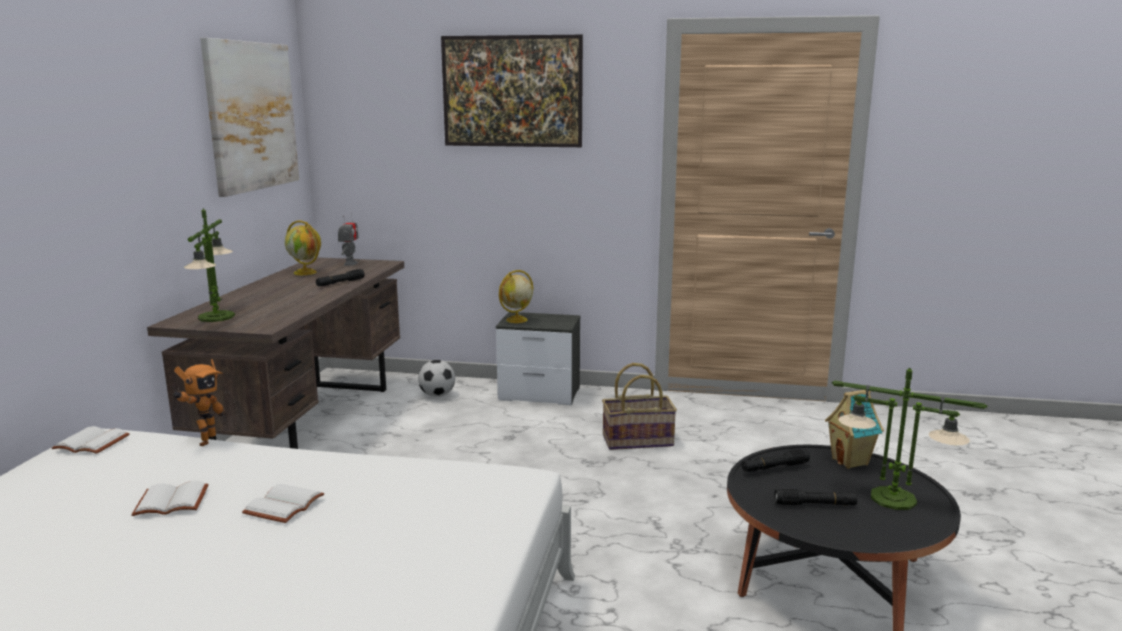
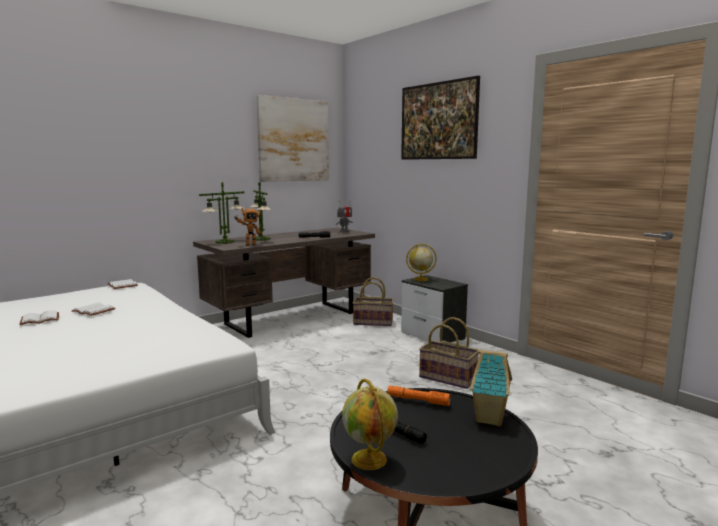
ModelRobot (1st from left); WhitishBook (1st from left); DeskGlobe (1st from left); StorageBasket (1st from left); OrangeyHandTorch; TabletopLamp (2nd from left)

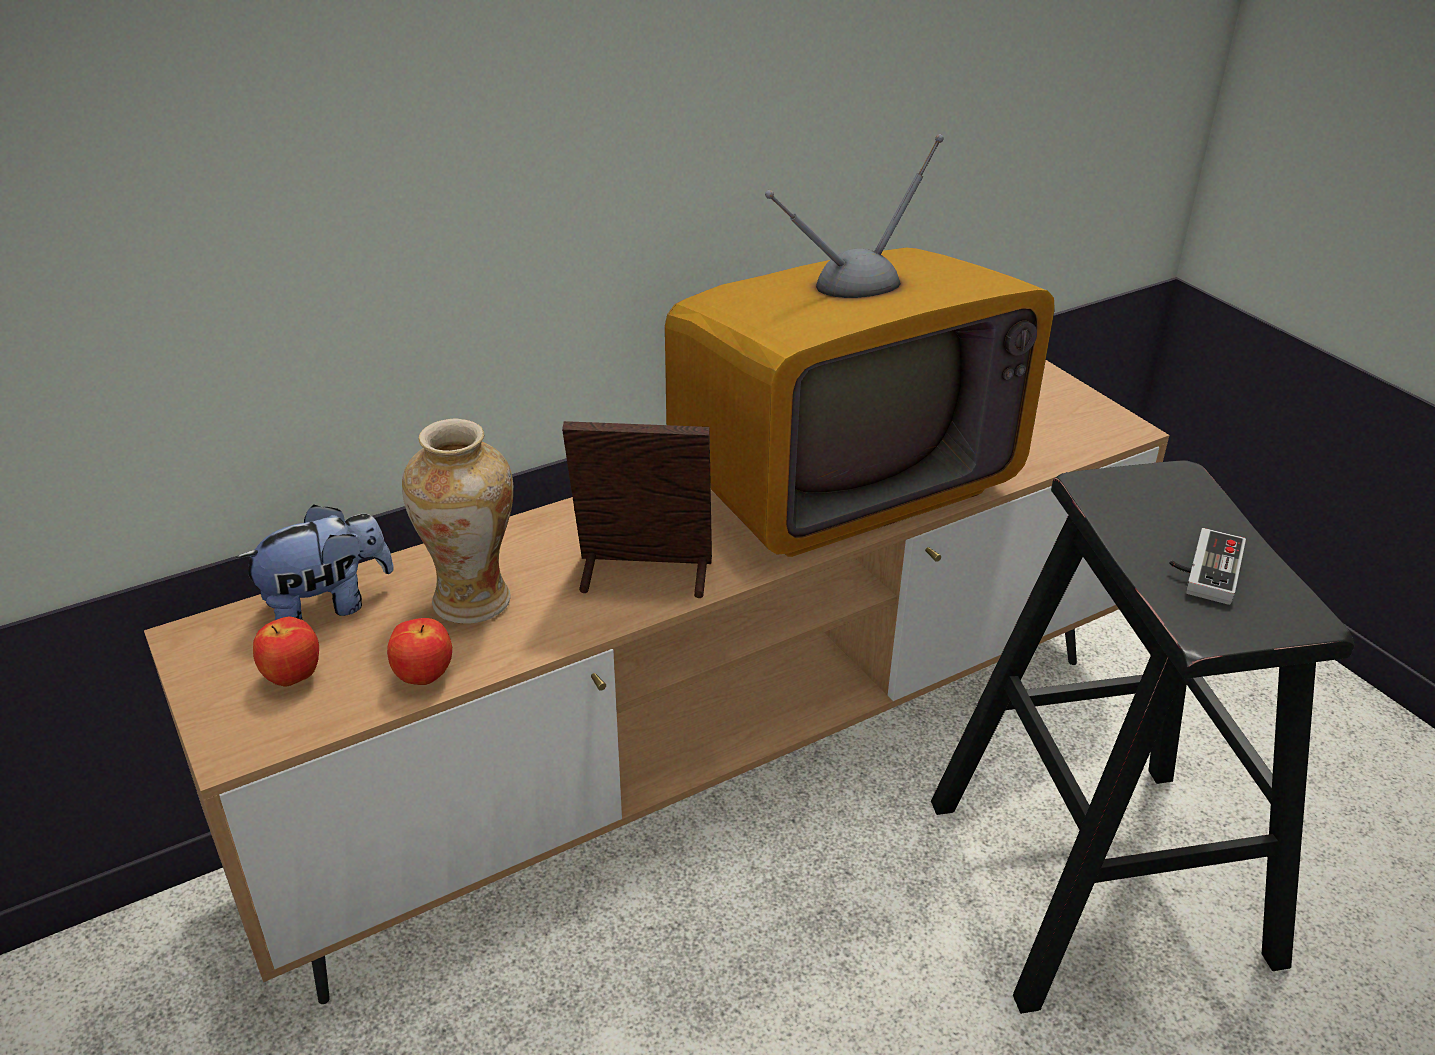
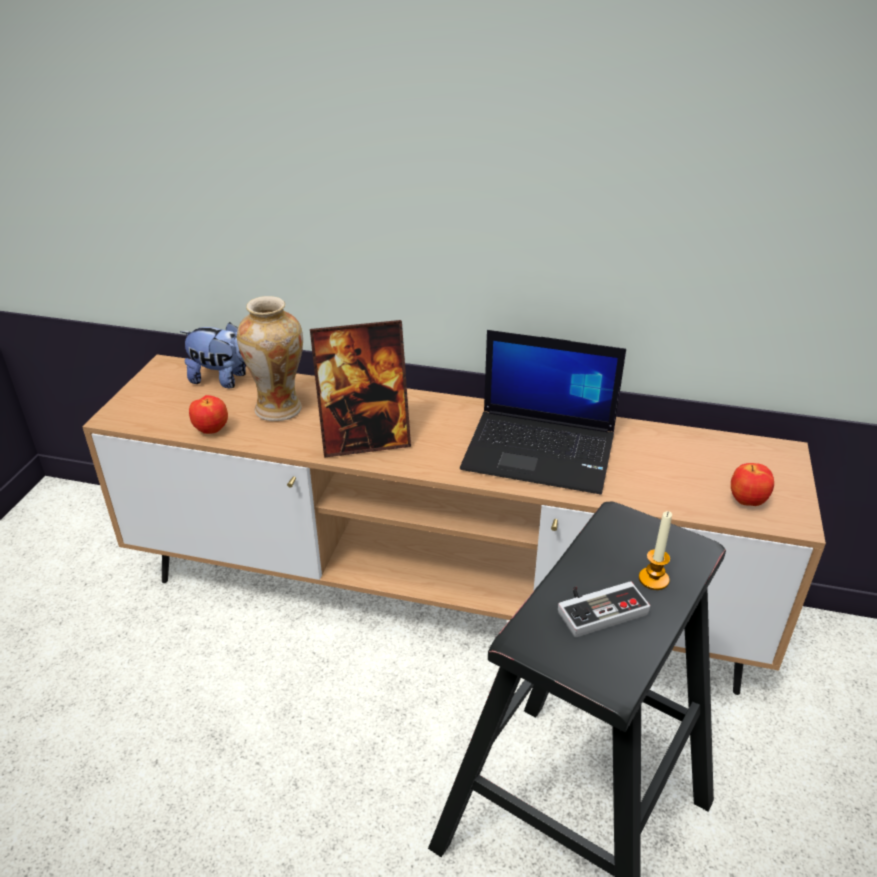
AppleFruit (2nd from left); PhotoFrame; NotebookComputer; Candle

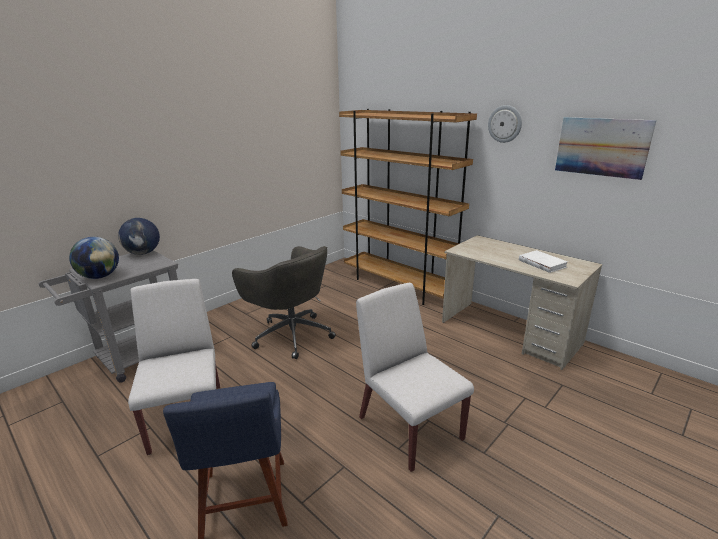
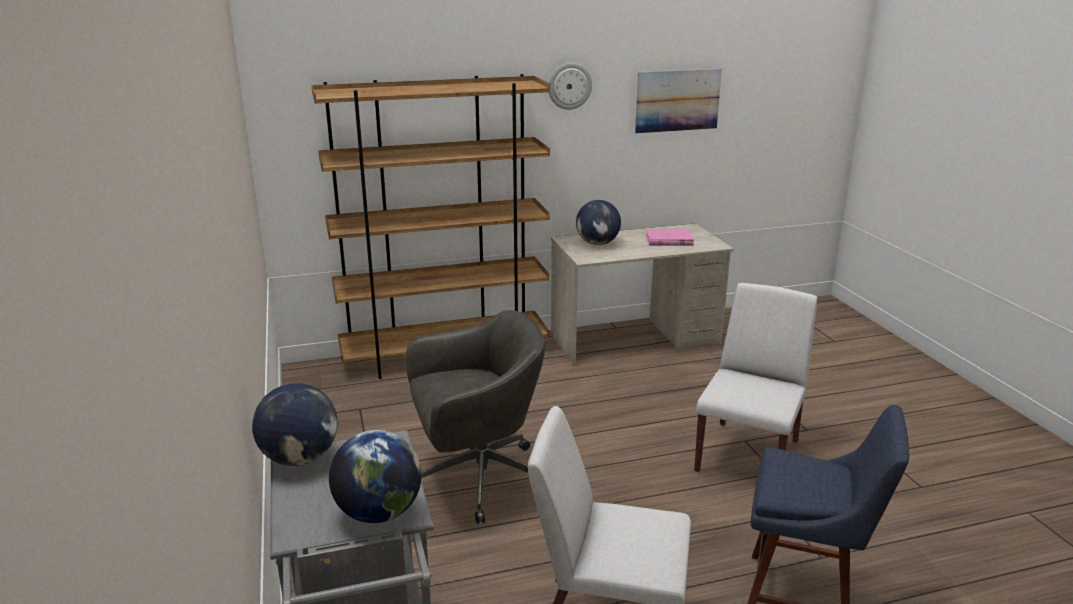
WhitishChair (2nd from left); PinkishBook; DeskGlobe (3rd from left)

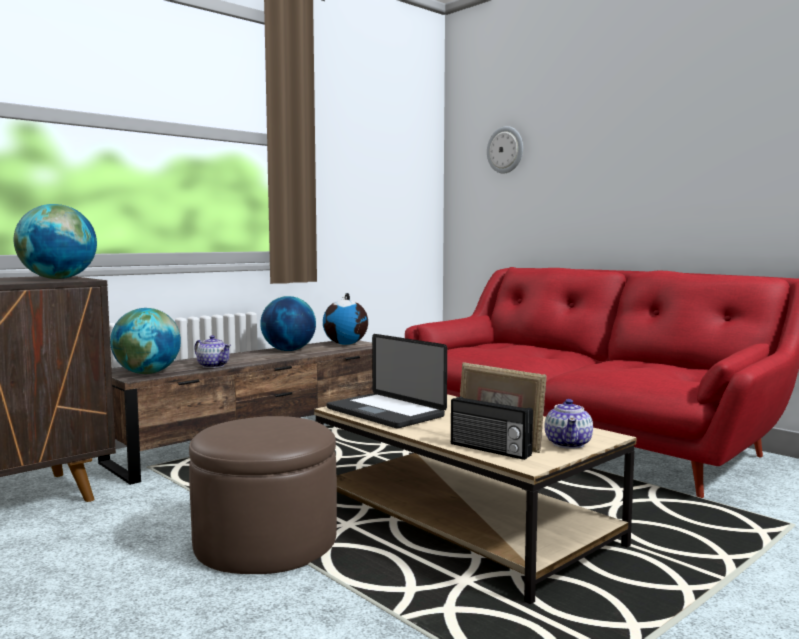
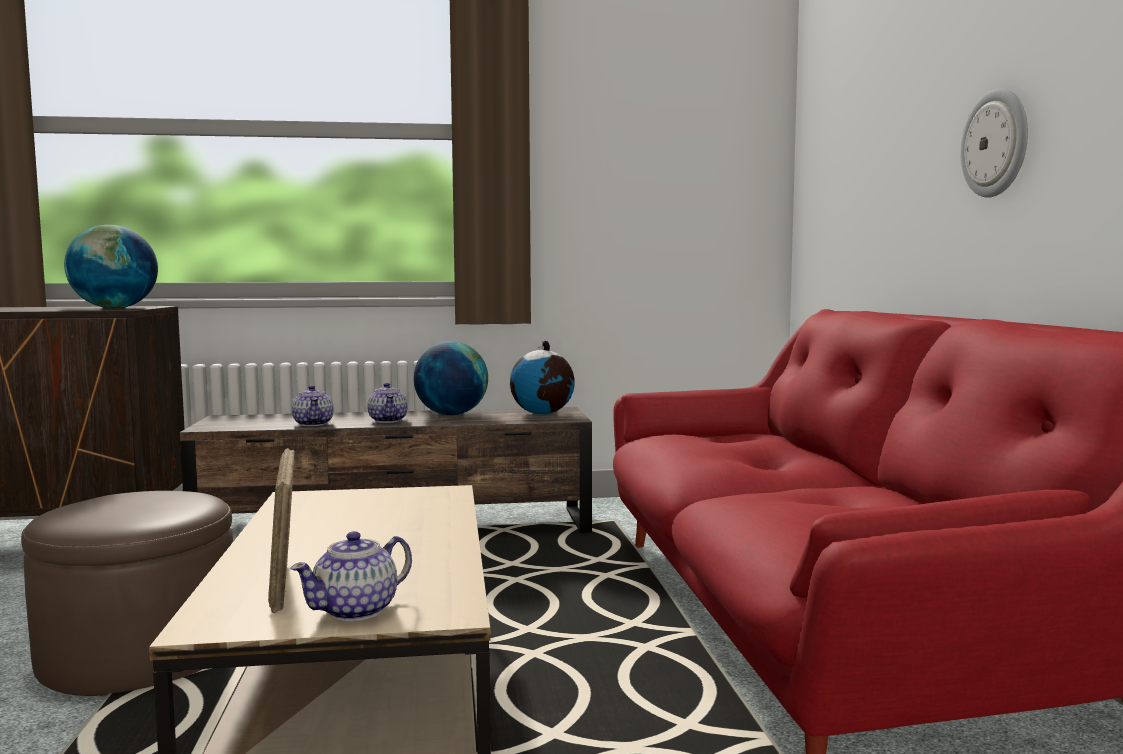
DeskGlobe (2nd from left in the first image); NotebookComputer; RadioSet; ClockOnTheWall; TeaPot (3rd from left)

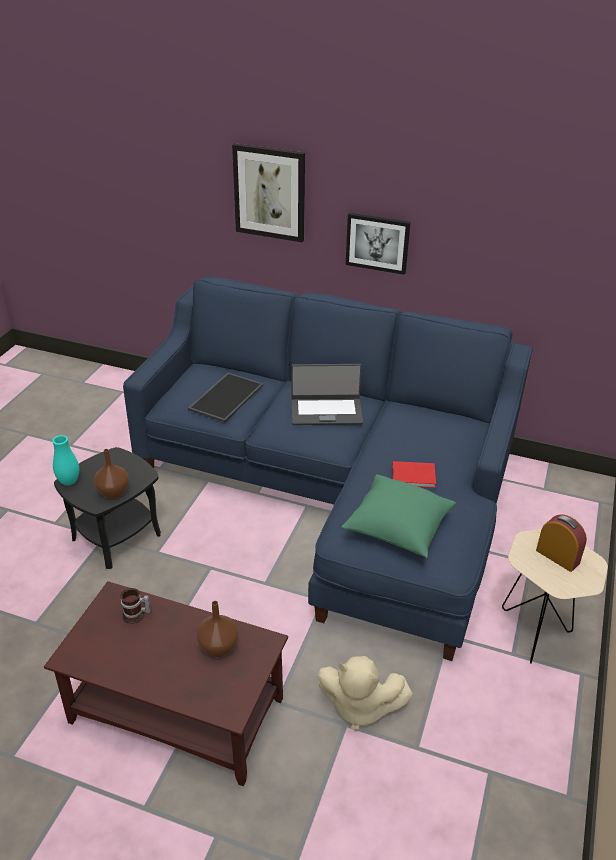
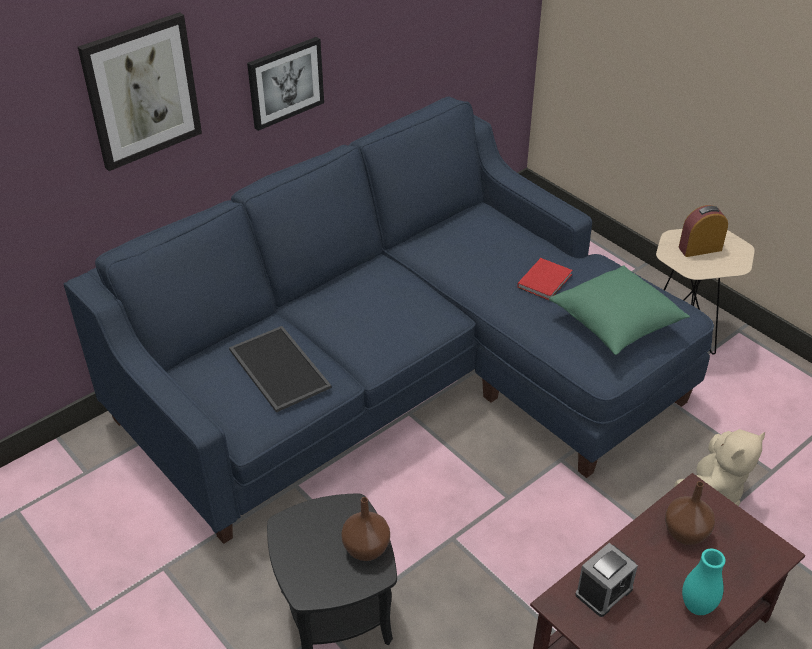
BlueGreenDecorativeVase; AlarmClock (1st from left); NotebookComputer

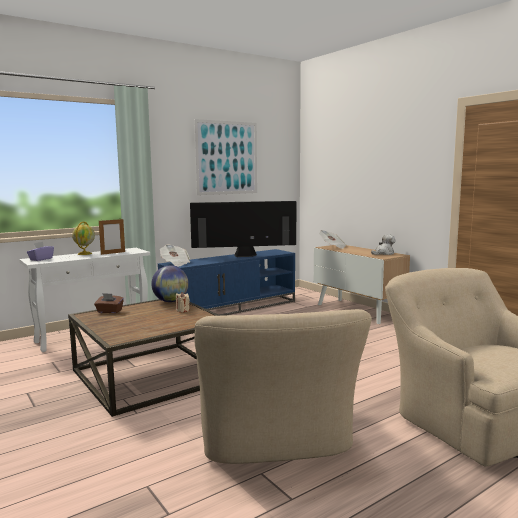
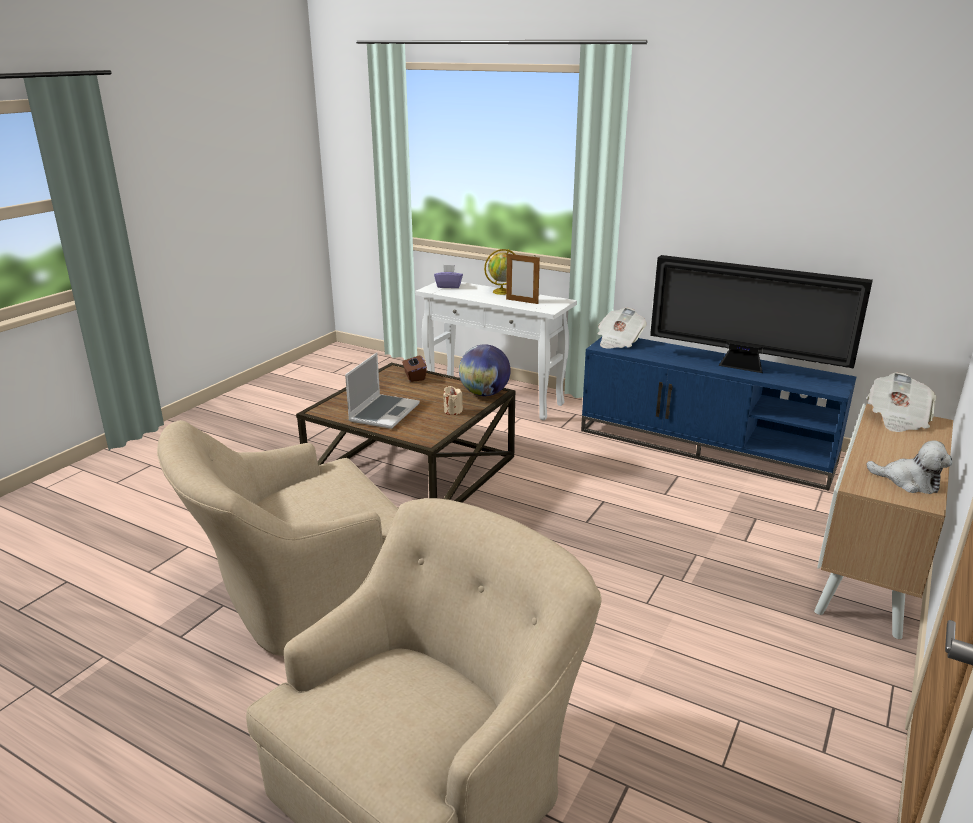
Television; Picture; NotebookComputer

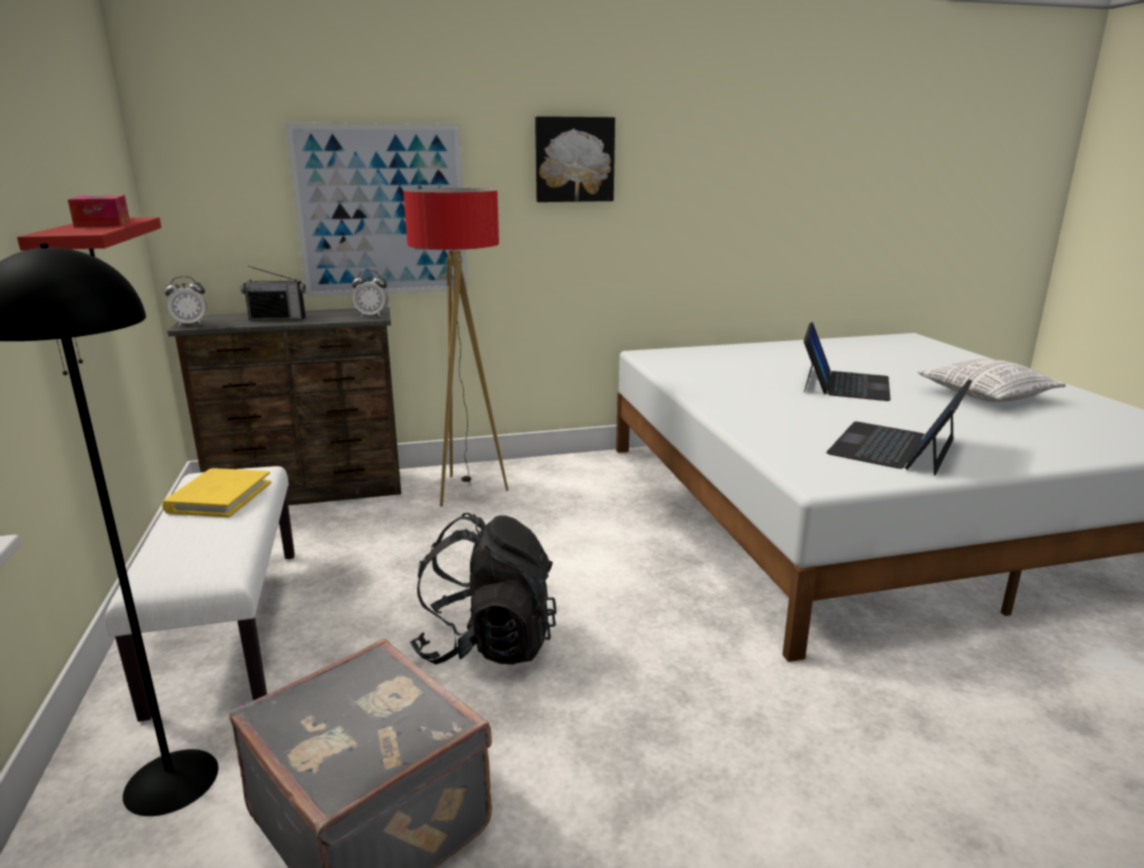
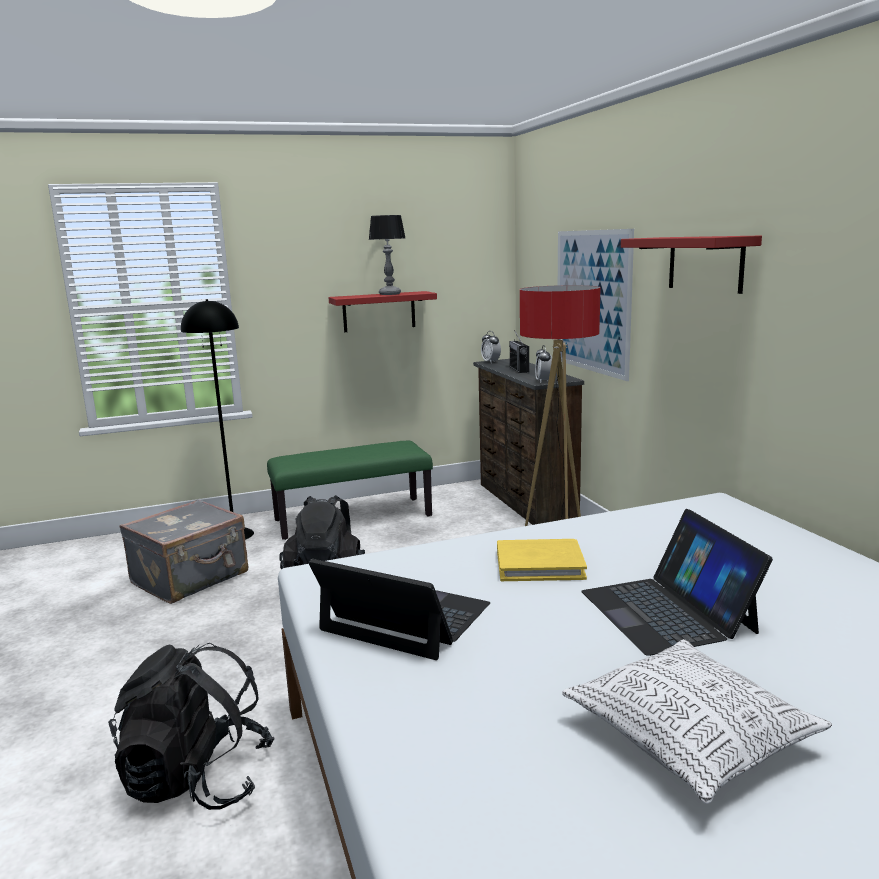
TabletopLamp; GreenIndoorBench; YellowColouredBook; ReddishShelf (2nd from left); NotebookComputer (2nd from left); BlackColouredBackpack (1st from left)

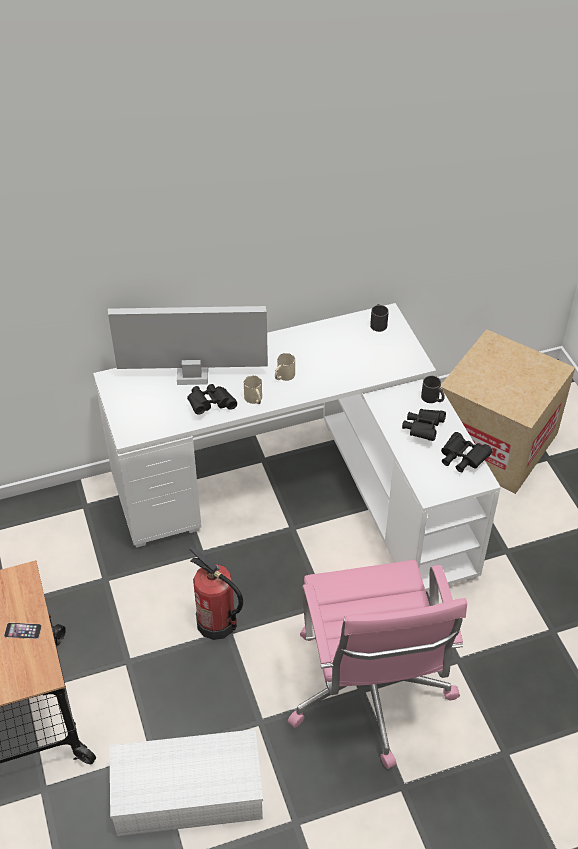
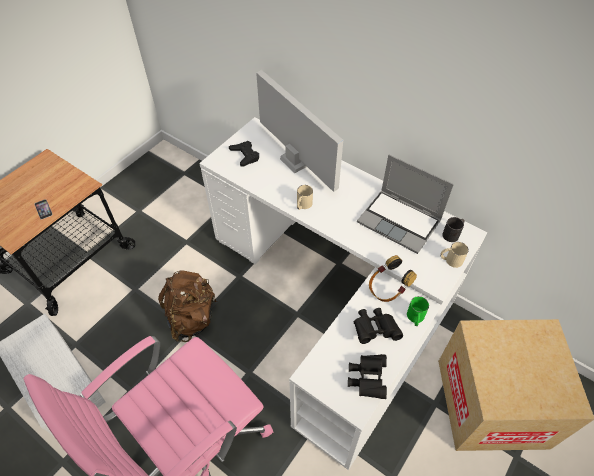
BlackColouredBinoculars (1st from left in the first image); BrownishBackpack; SandColouredMug (2nd from left); GreenMug; BlackColouredJoypad; NotebookComputer; Headset

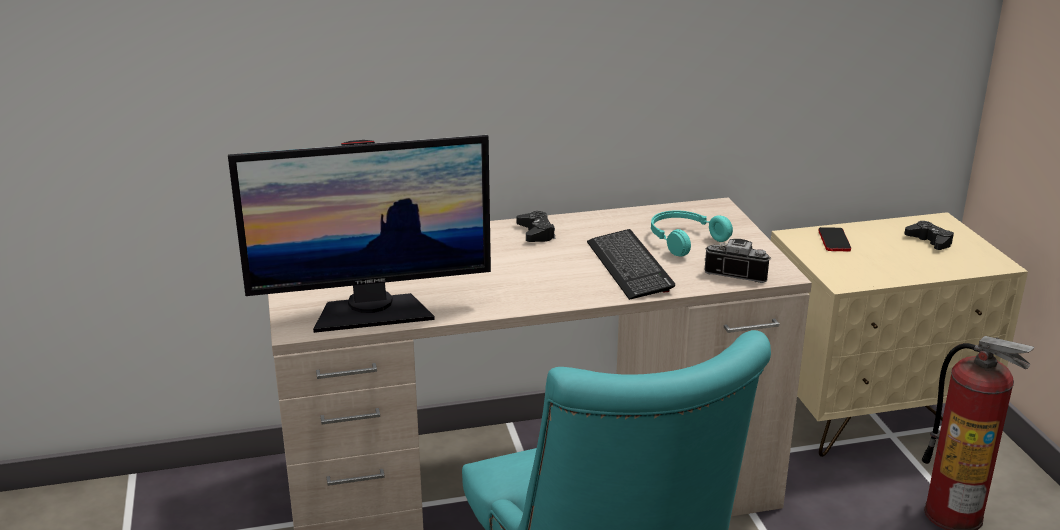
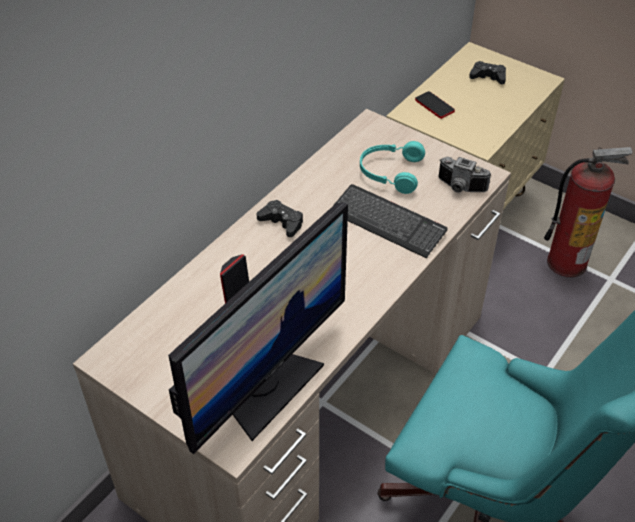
PhotoCamera

